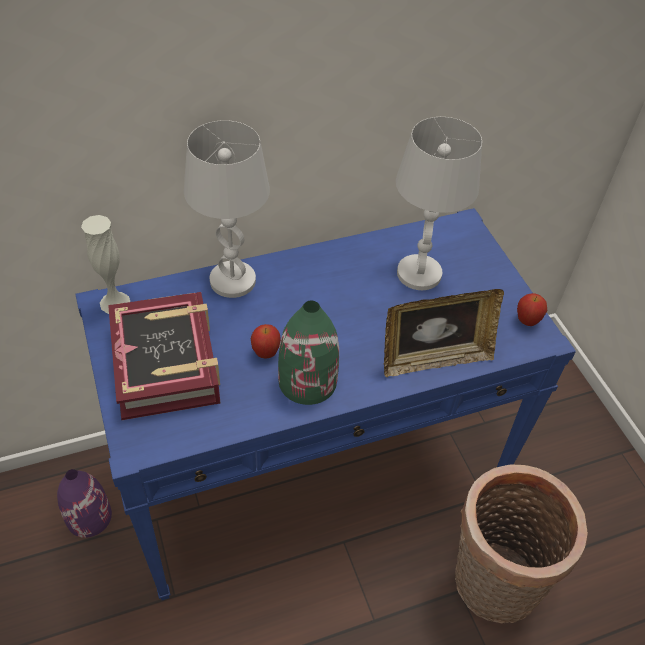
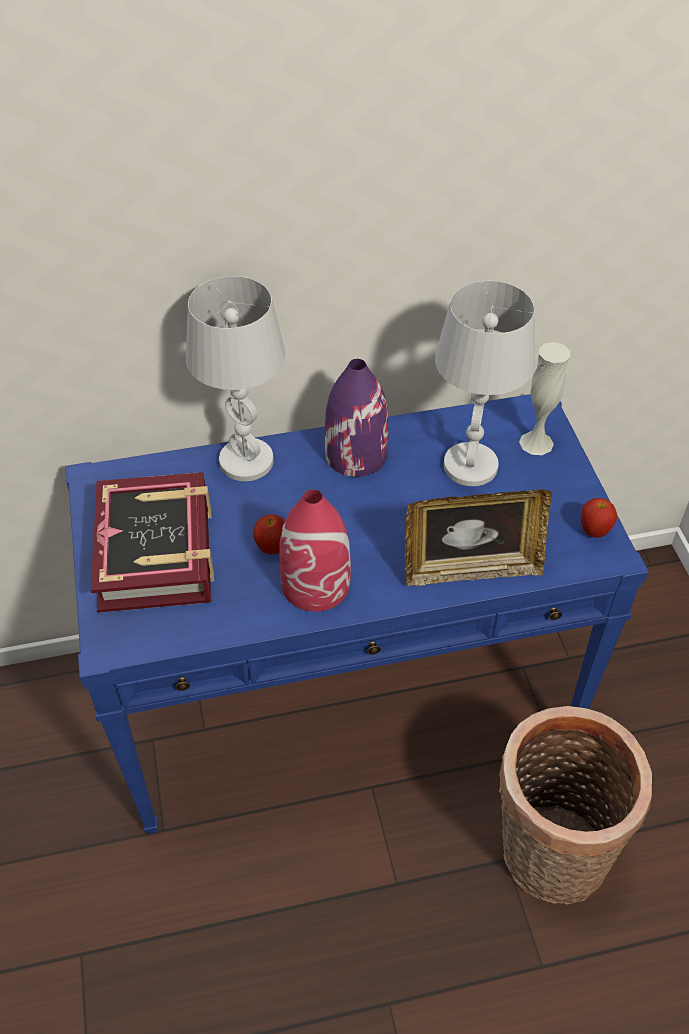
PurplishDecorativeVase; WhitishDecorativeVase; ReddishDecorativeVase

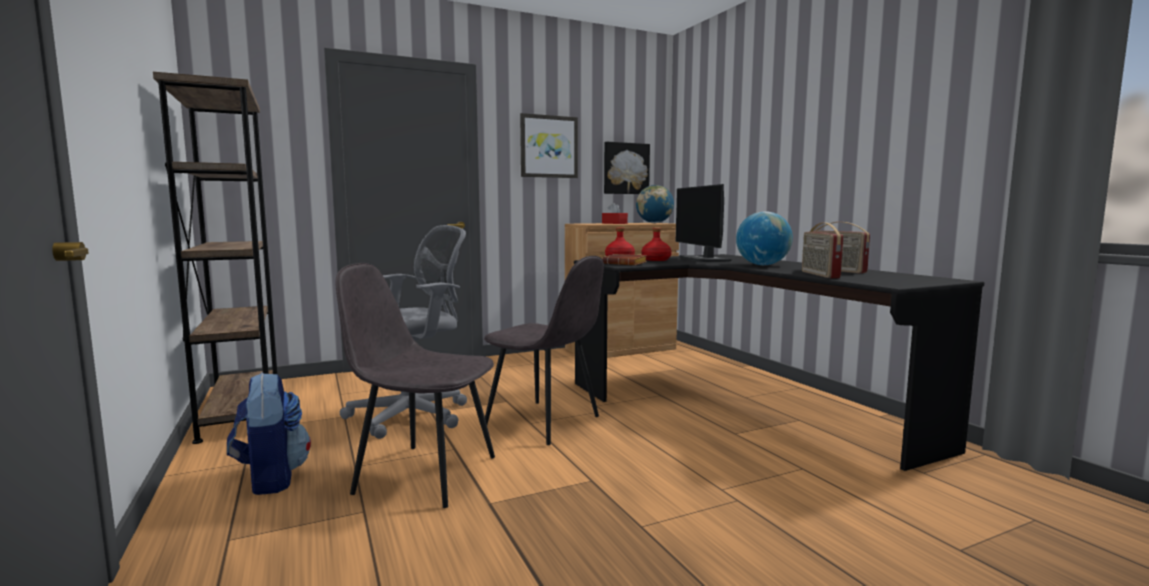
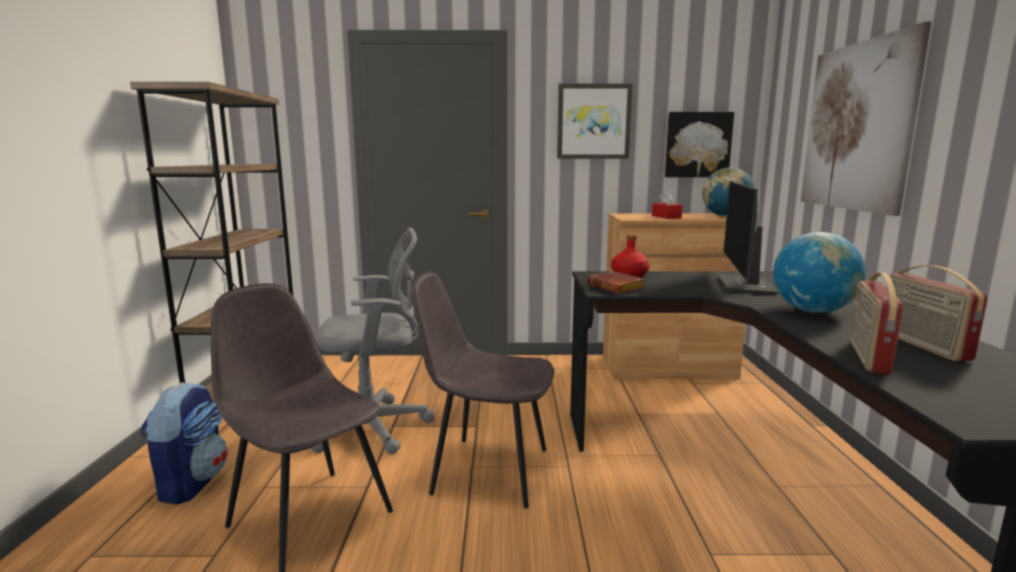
GreyishChair (2nd from left); ReddishBottle (2nd from left in the first image); Picture (3rd from left)

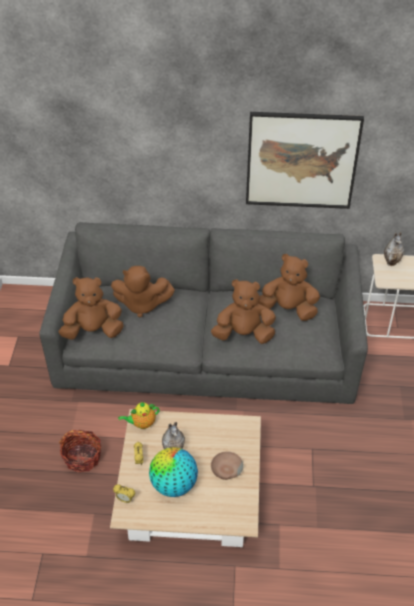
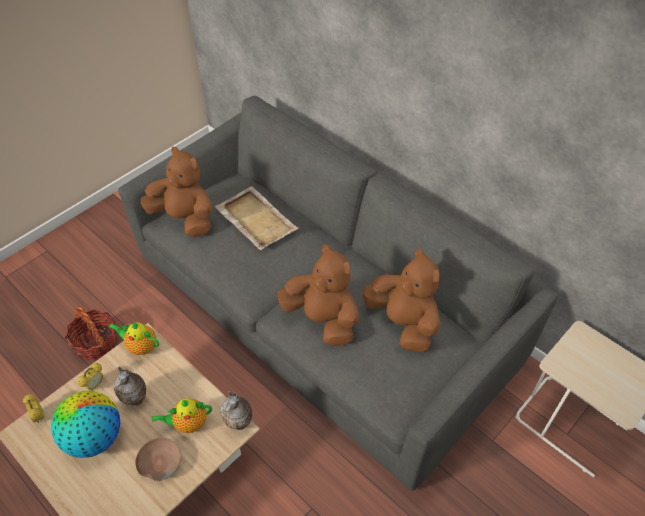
SandColouredCarryingTray; Picture; DecorativeVase (2nd from left); TeaPot (2nd from left)

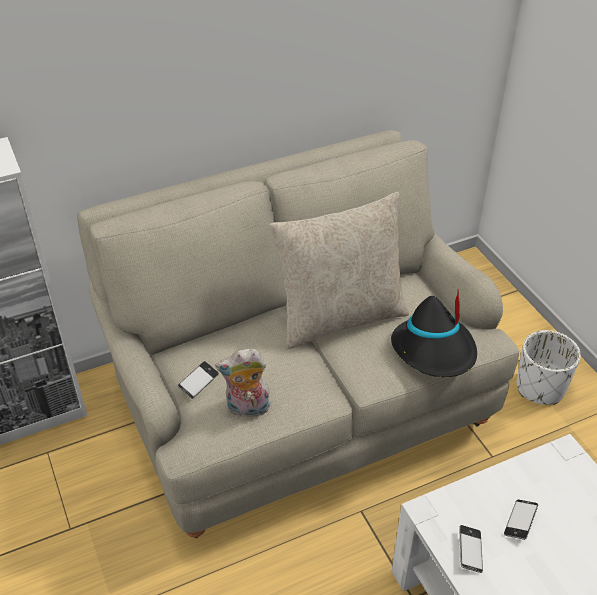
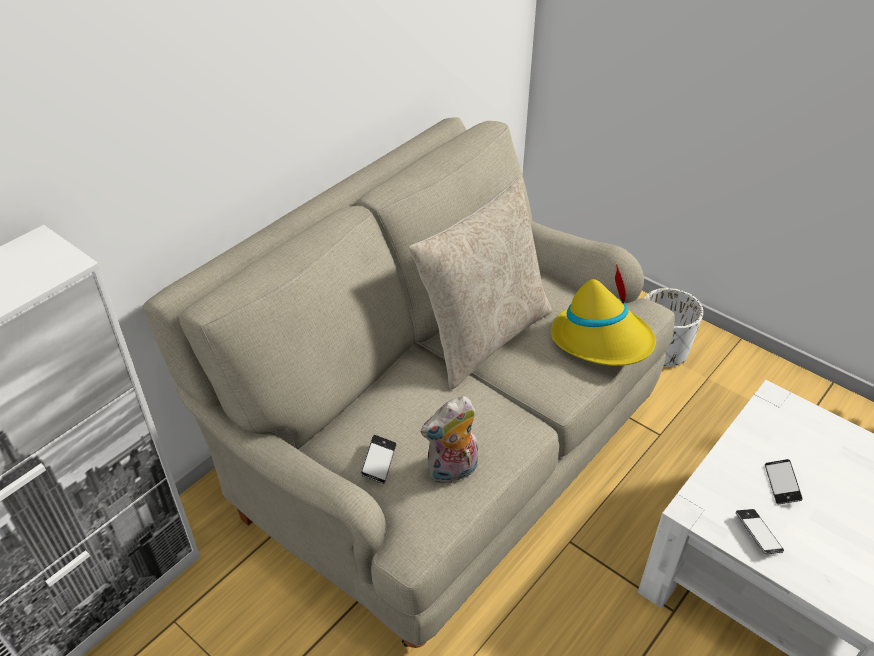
YellowColouredClothingHat

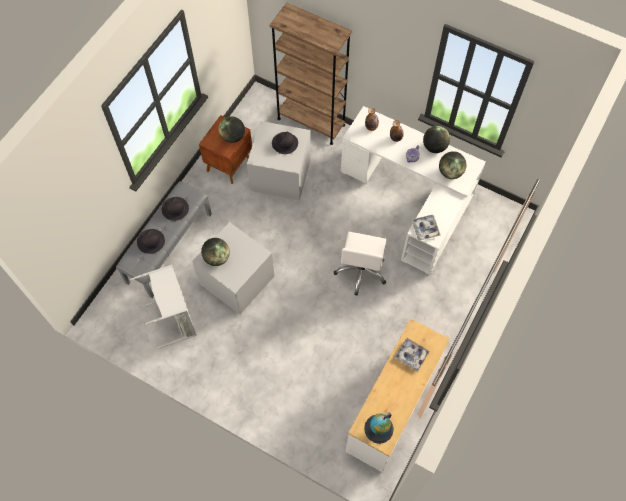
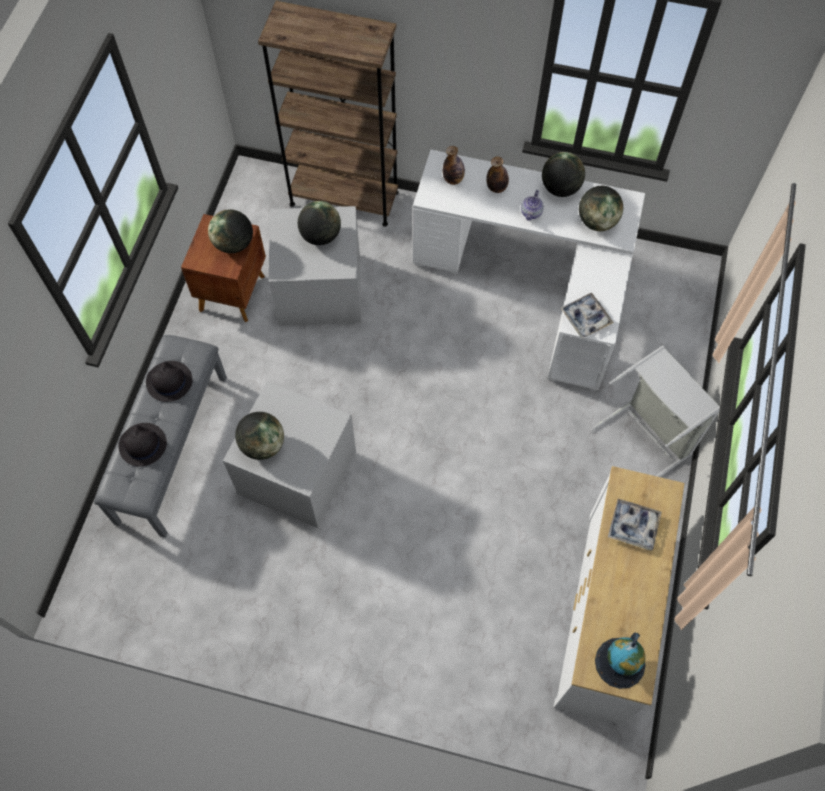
GreyishLaundryBasket; DeskGlobe (3rd from left); WhitishOfficeChair

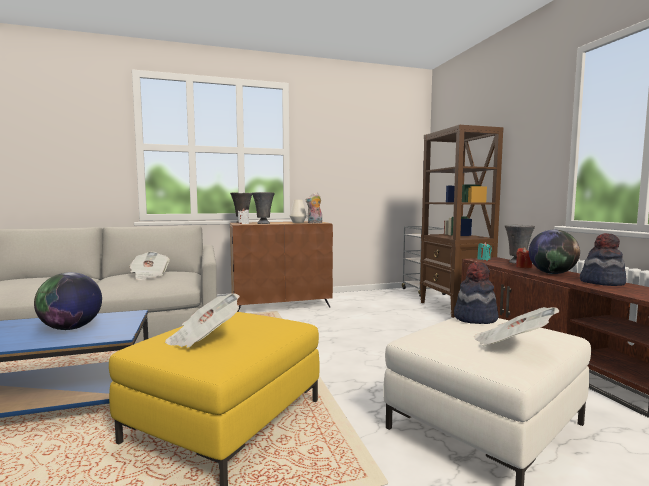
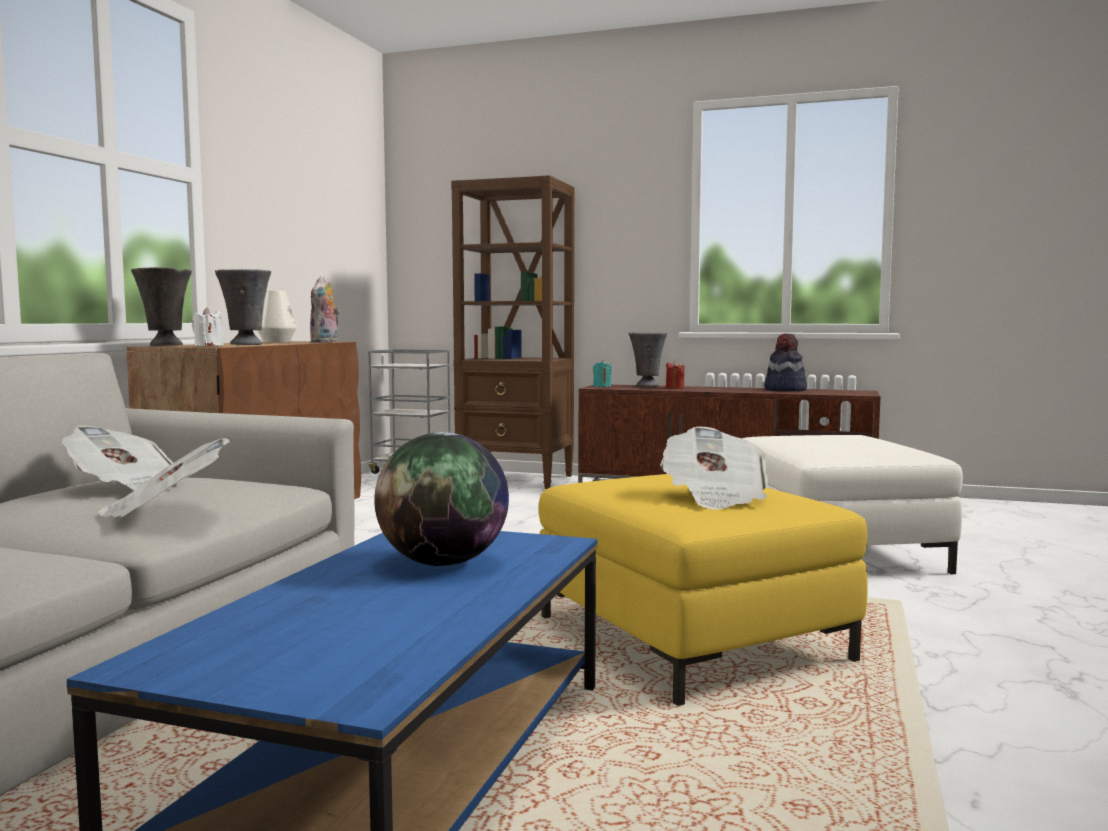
ClothingHat (1st from left in the first image); PrintedPaper (2nd from left); DeskGlobe (2nd from left in the first image)

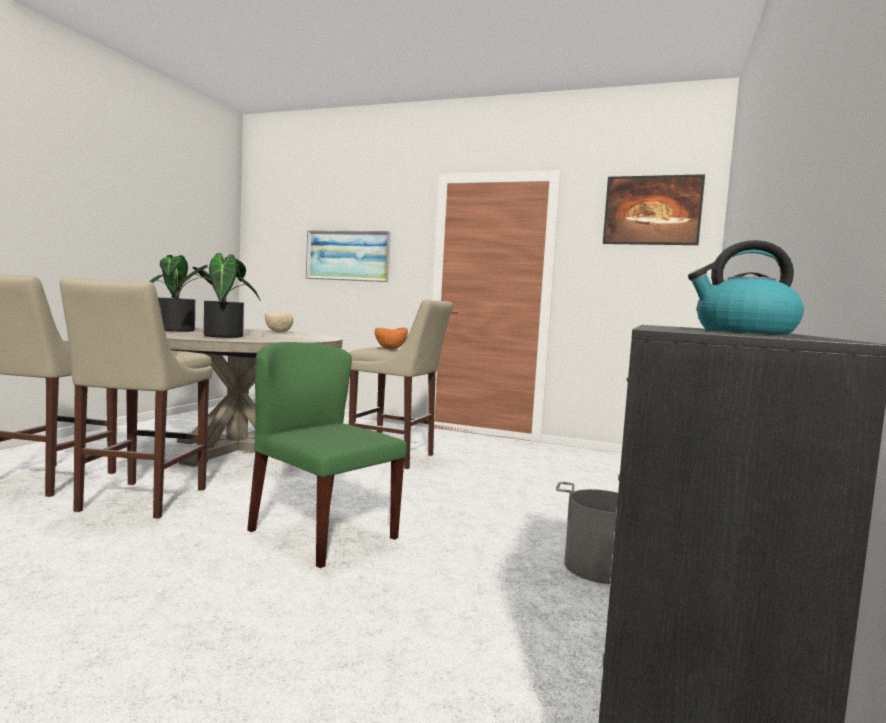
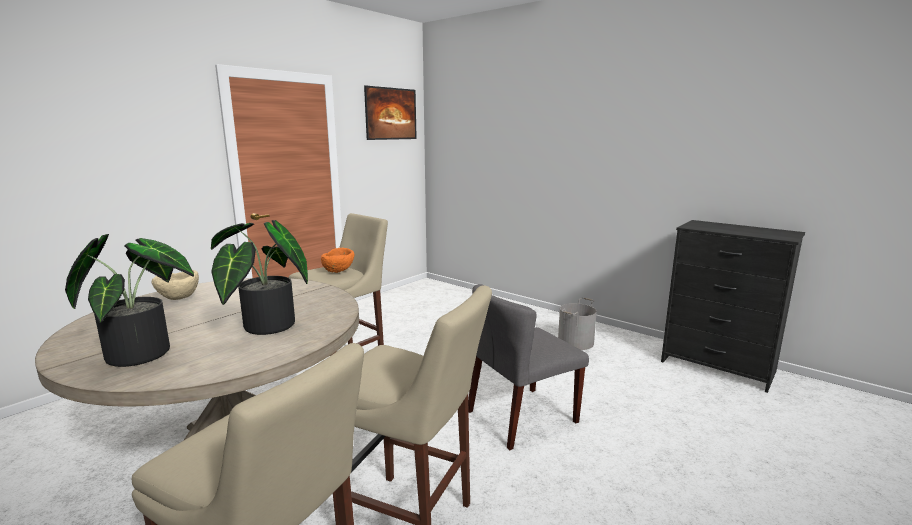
GreyishChair; Picture (1st from left in the first image); WaterKettle

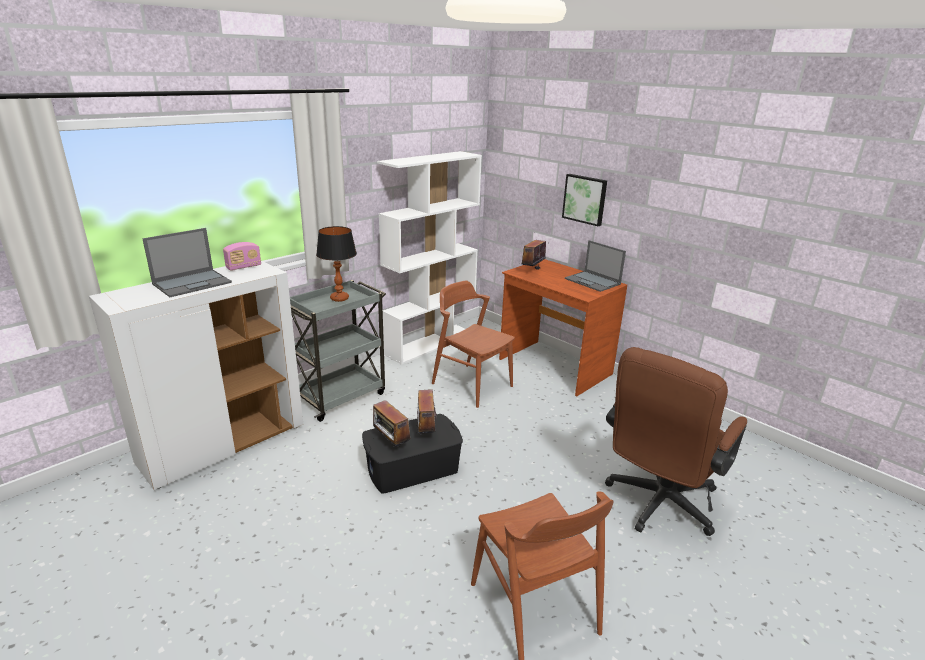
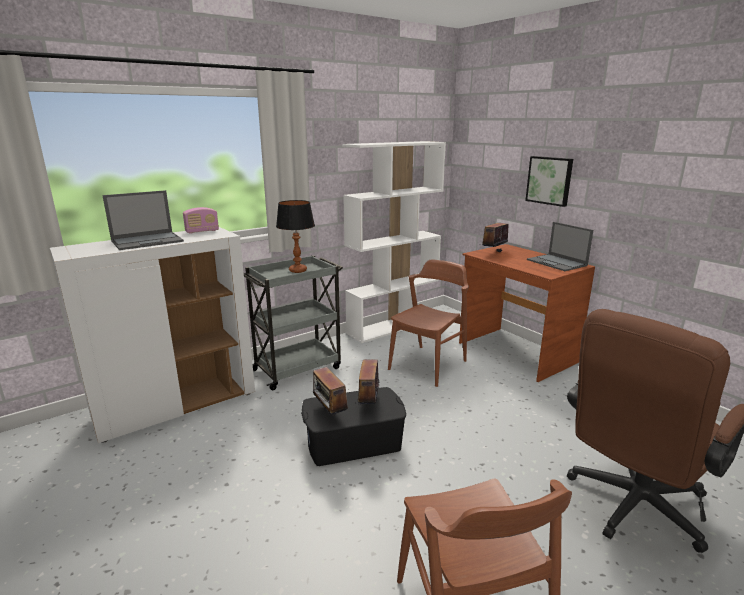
BrownishChair (1st from left)

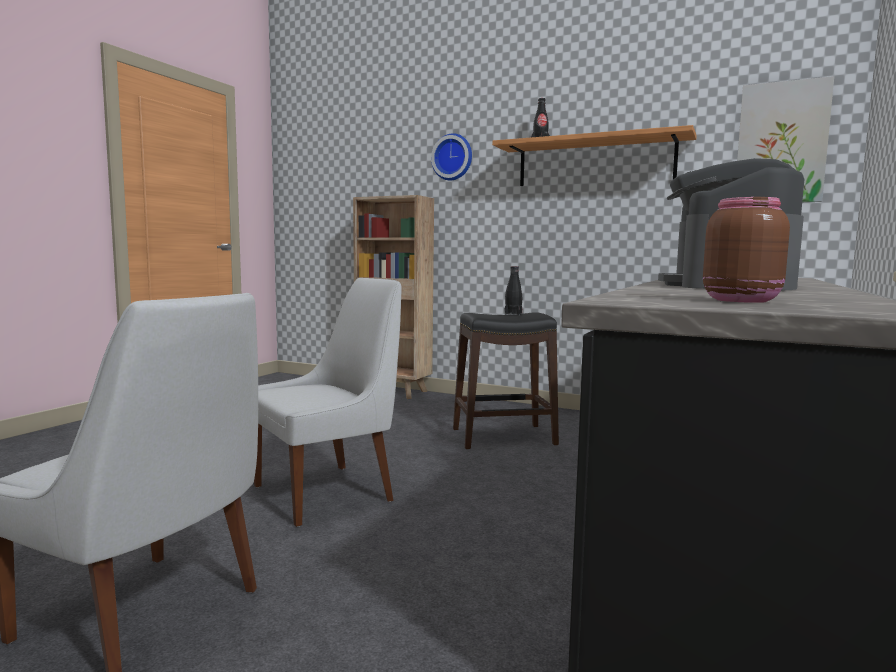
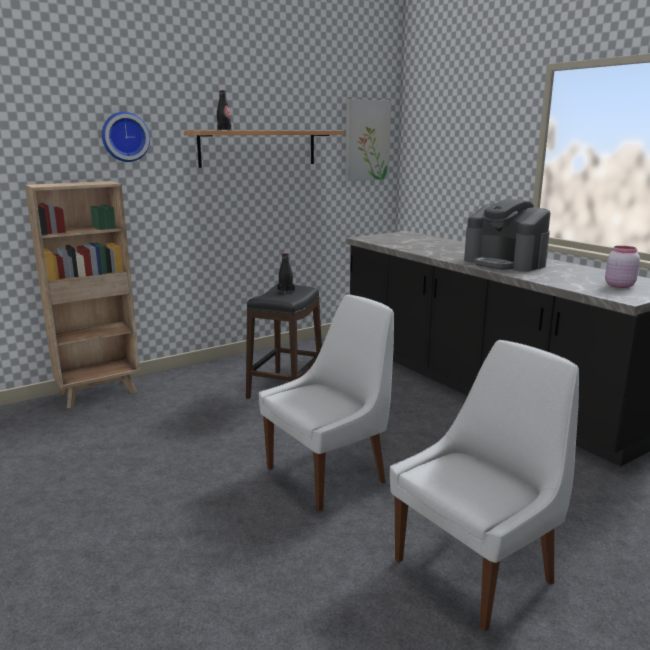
WhitishChair (1st from left); PinkishStorageJar

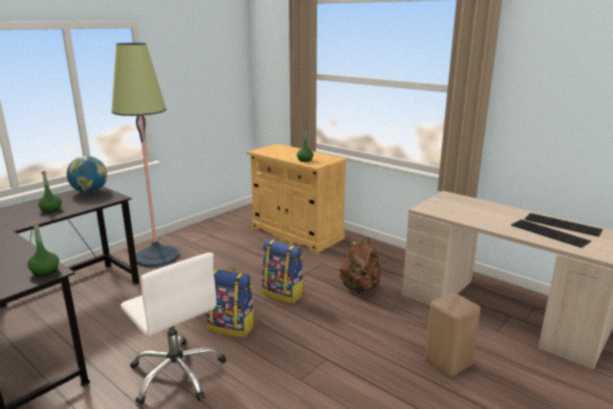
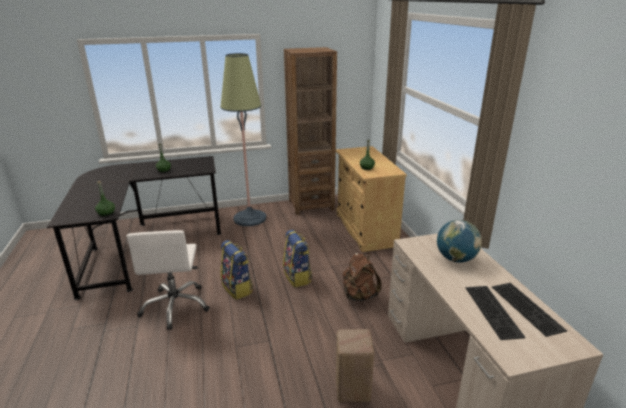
DeskGlobe; BrownishBookshelf

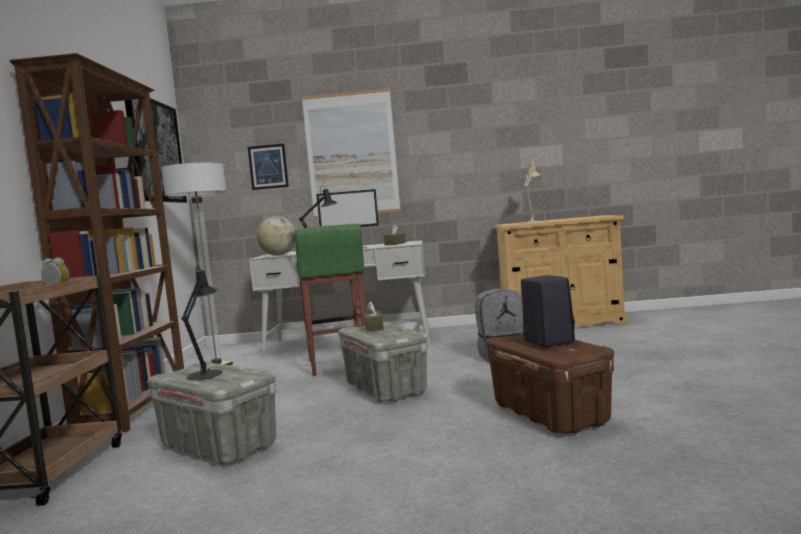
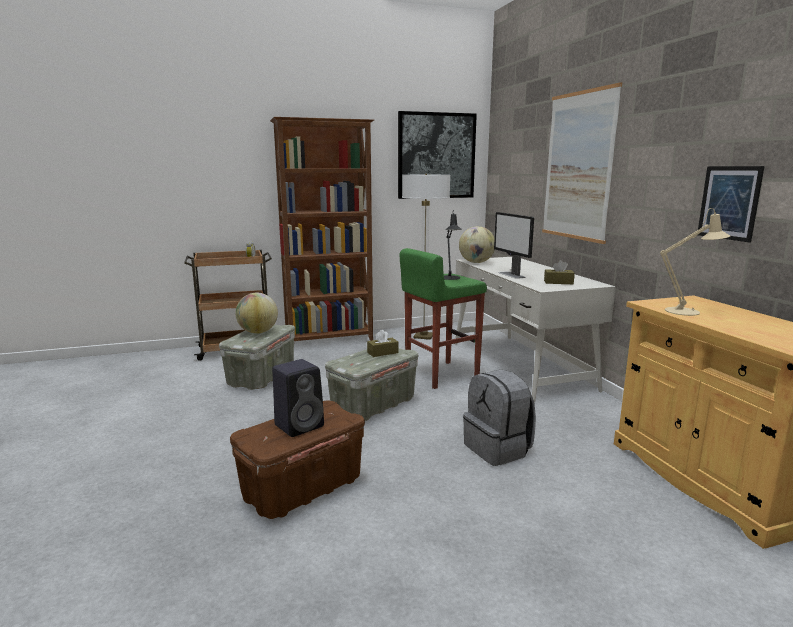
DeskGlobe (1st from left); Picture (3rd from left)

